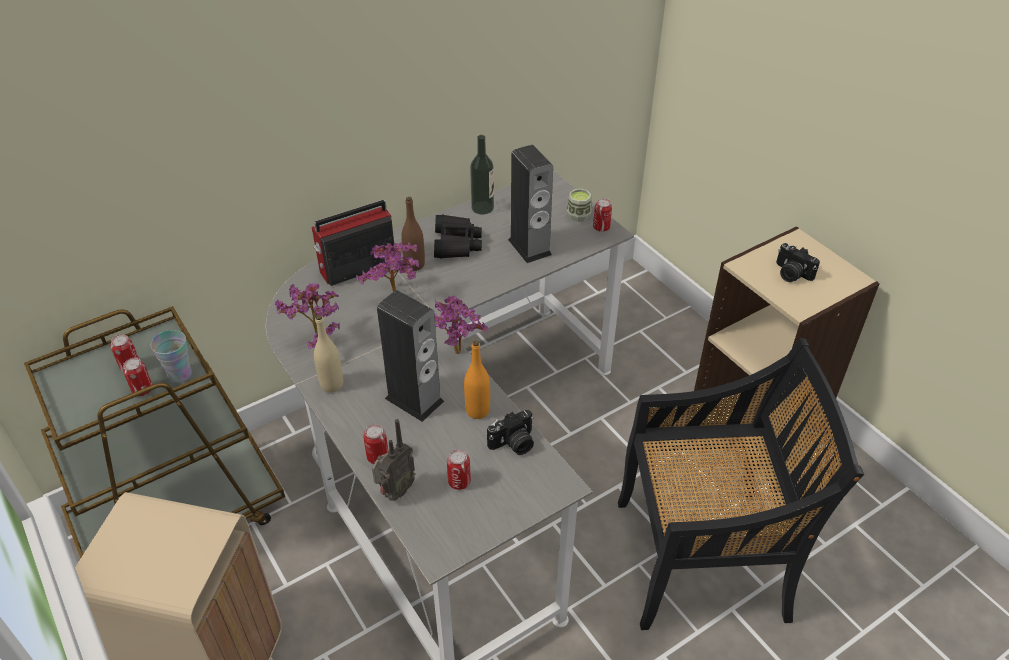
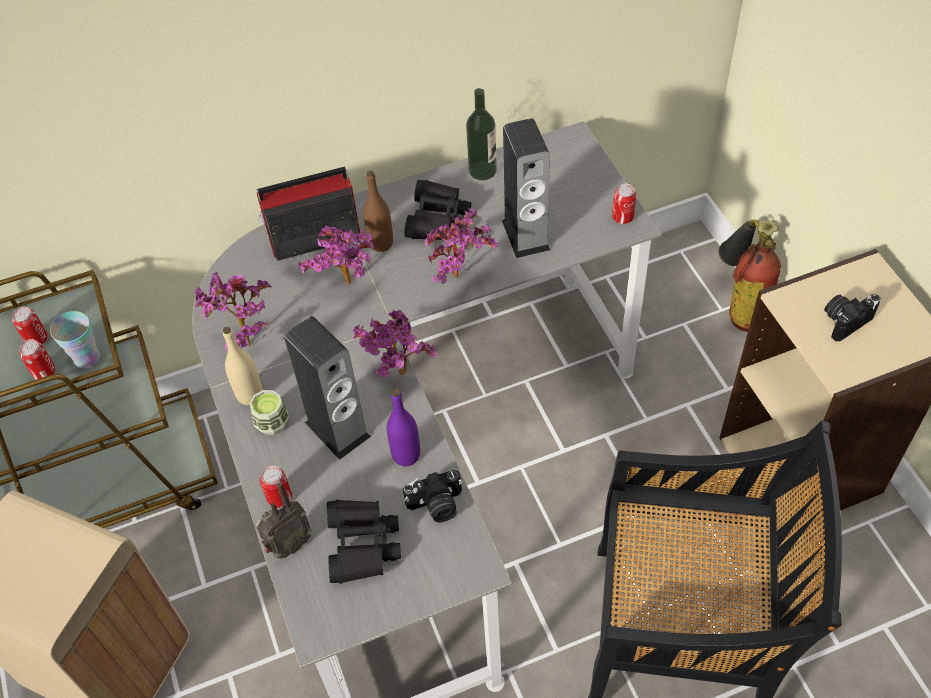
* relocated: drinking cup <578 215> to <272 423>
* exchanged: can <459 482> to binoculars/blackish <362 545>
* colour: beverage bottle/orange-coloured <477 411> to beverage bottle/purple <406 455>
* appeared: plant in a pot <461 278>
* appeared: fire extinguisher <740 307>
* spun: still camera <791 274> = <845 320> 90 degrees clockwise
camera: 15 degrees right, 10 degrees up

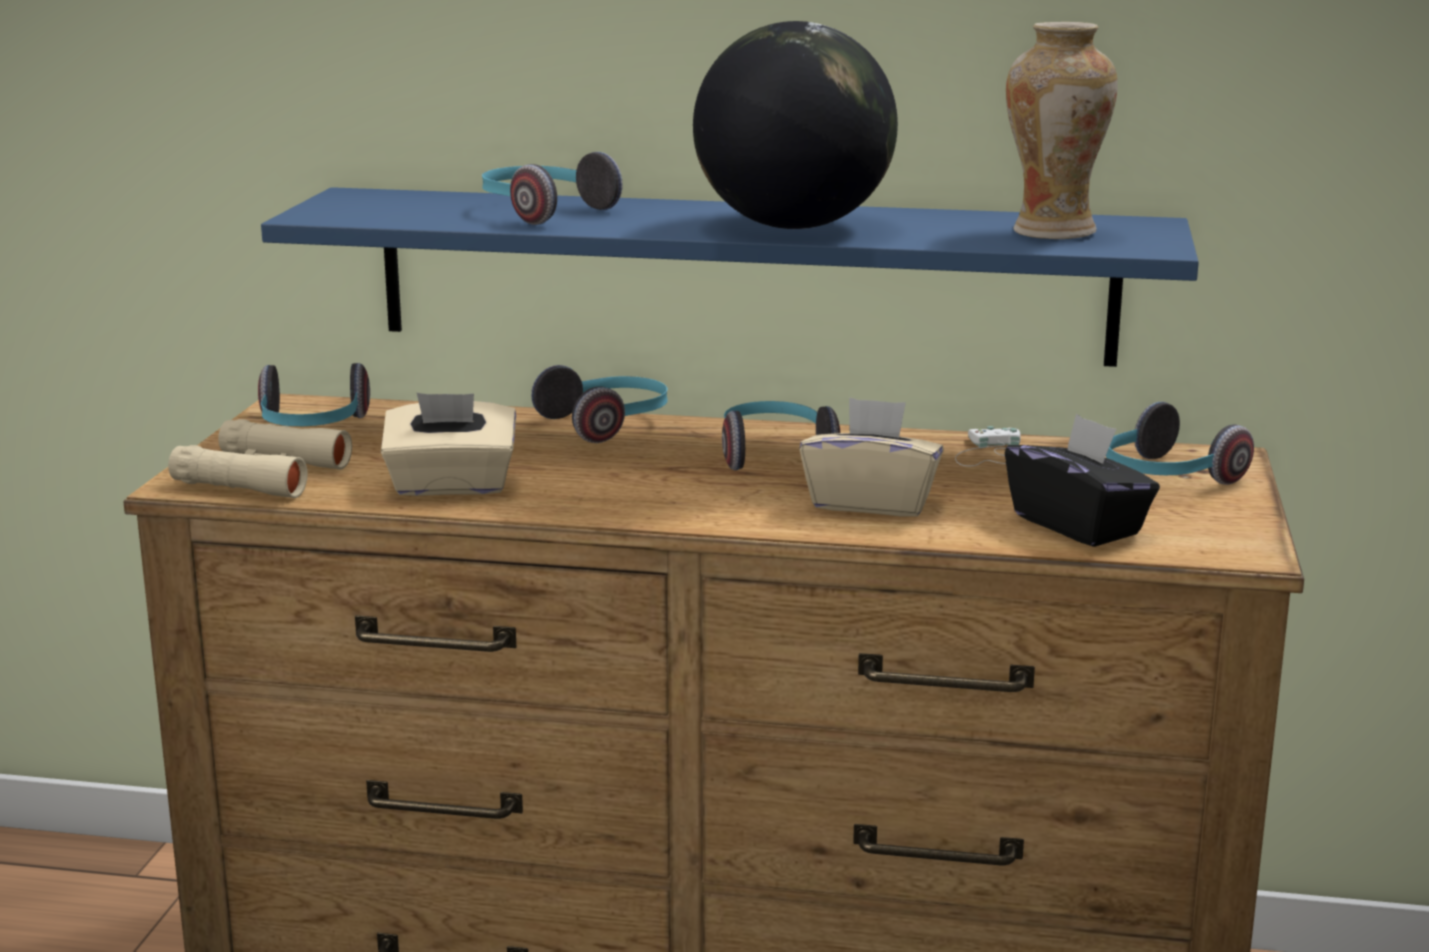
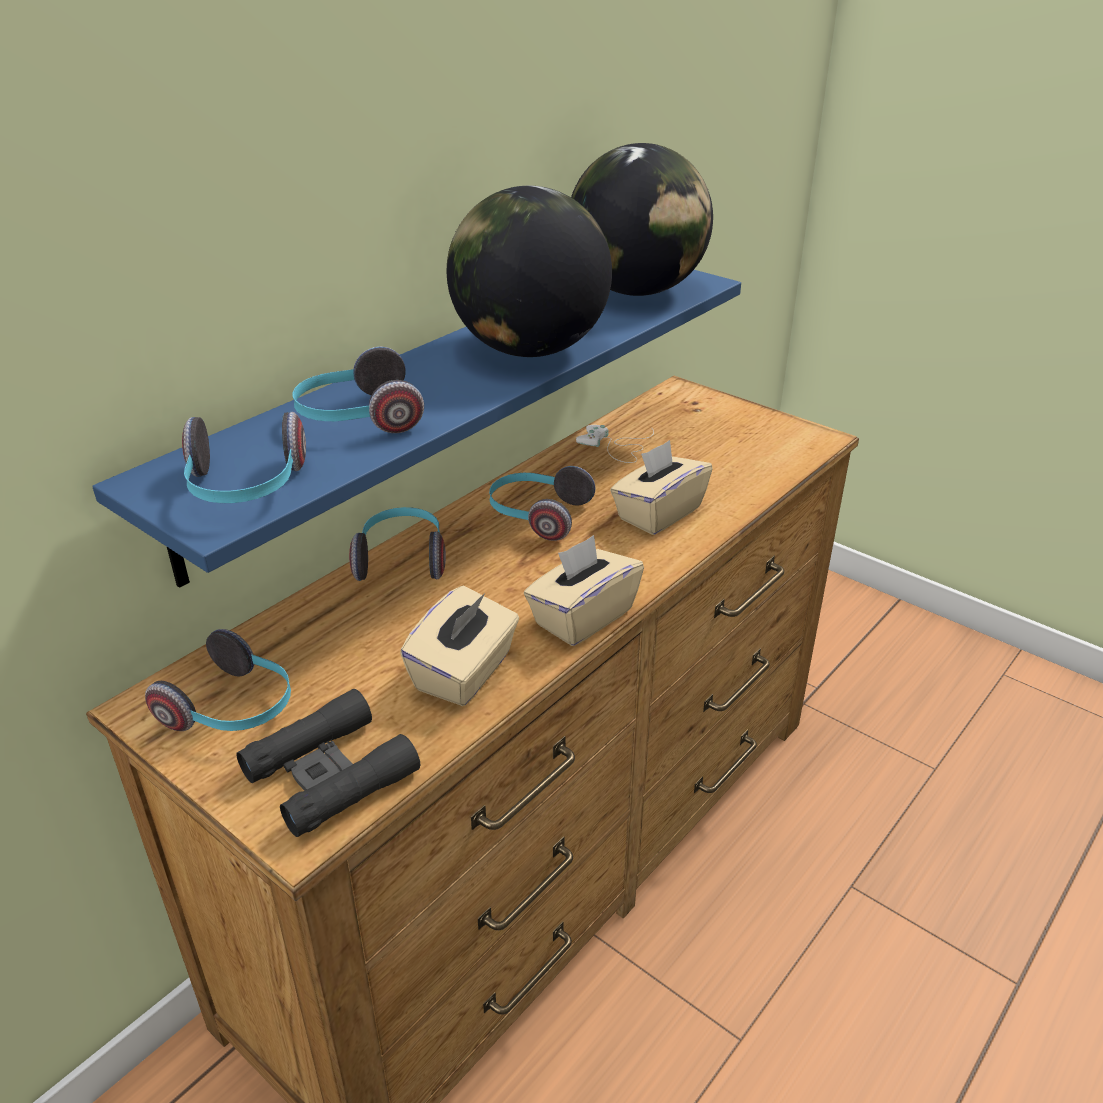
* relocated: pair of headphones <1166 478> to <245 488>
* colour: binoculars/beige <262 475> to binoculars/blackish <330 773>
* appeared: tissue box/beige <582 617>
* exchanged: decorative vase <1053 232> to globe <636 291>
* missing: tissue box/blackish <1078 525>
camera: 60 degrees left, 15 degrees up

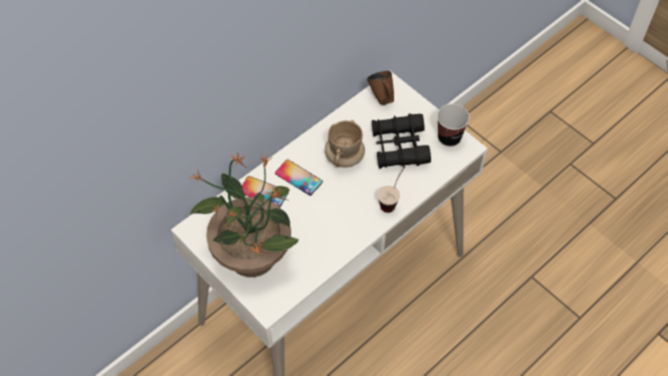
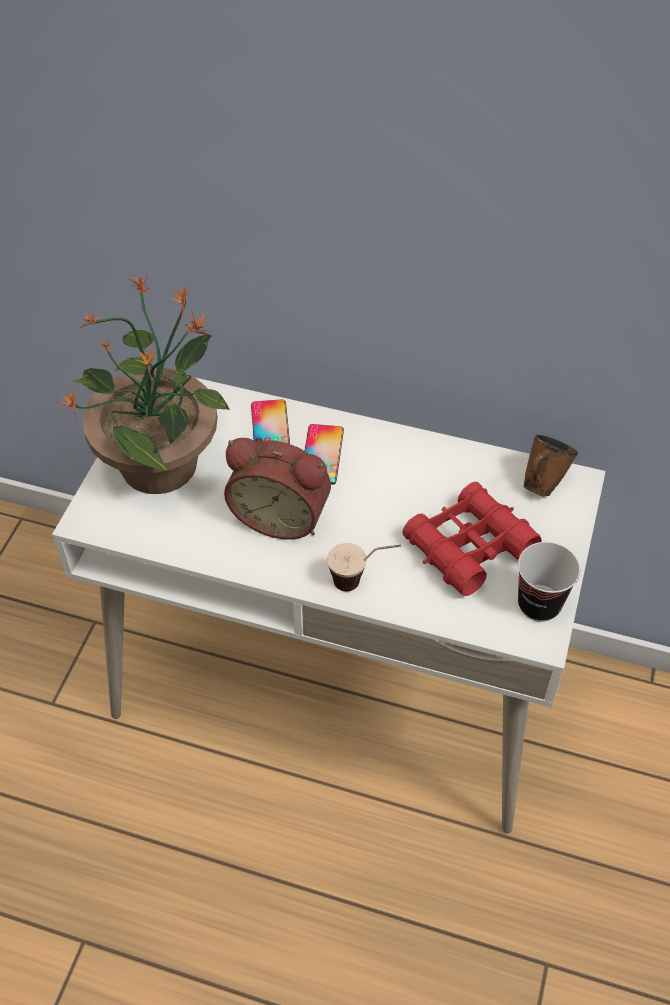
* appeared: table clock <281 515>
* colour: binoculars/blackish <399 147> to binoculars/red-coloured <468 547>
* missing: coffee mug/beige <344 157>
camera: 60 degrees right, 5 degrees down

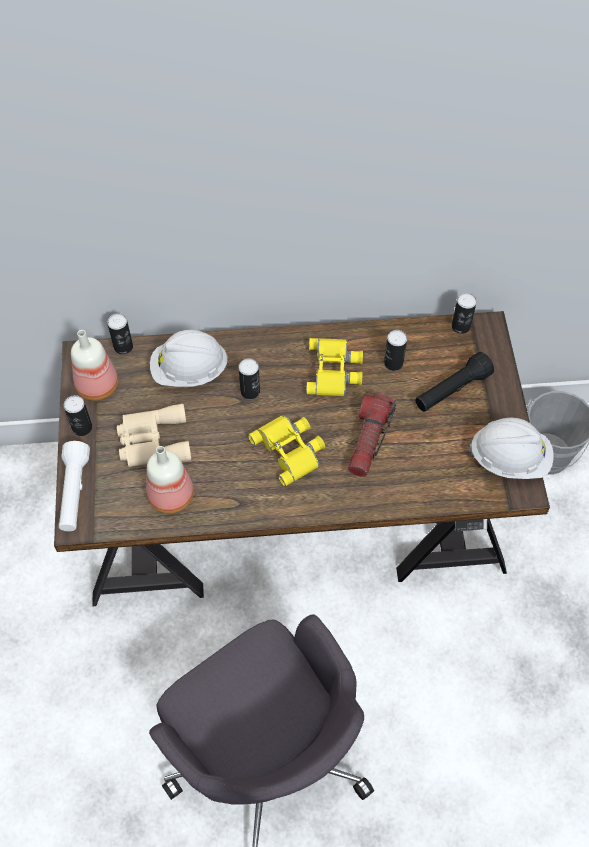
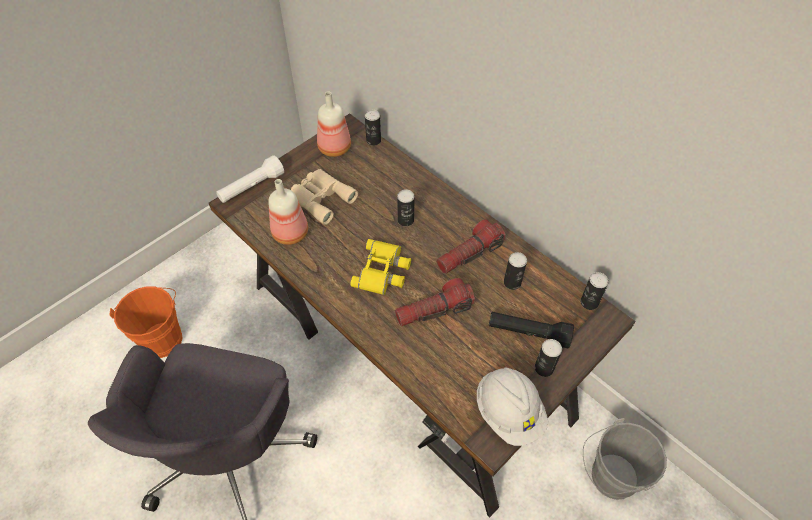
* appeared: pail/orange-coloured <163 336>
* exchanged: binoculars/yellow-coloured <335 371> to hand torch <469 254>
* relocated: can <82 427> to <544 368>
* missing: work helmet/white <189 371>
camera: 50 degrees right, 5 degrees down

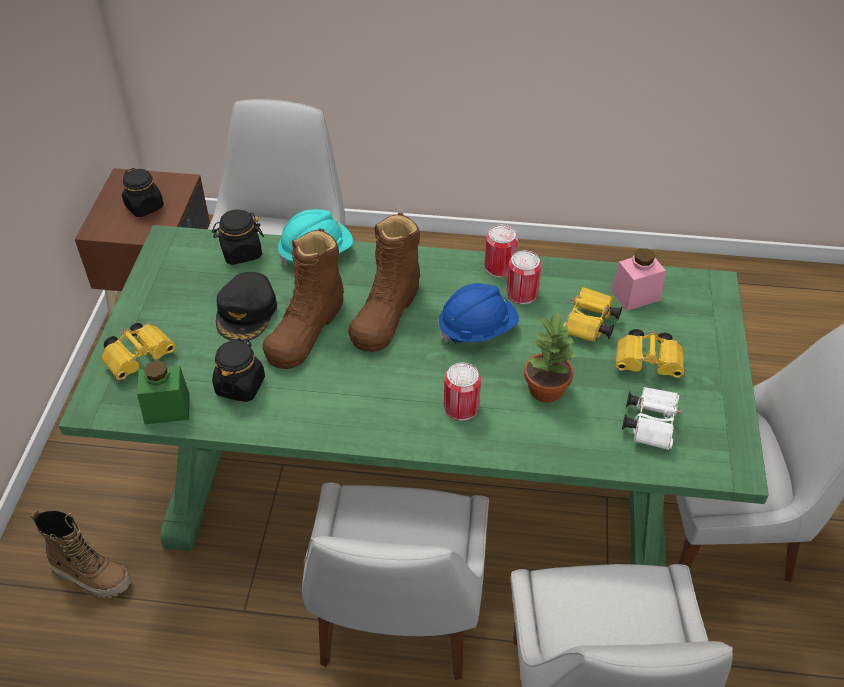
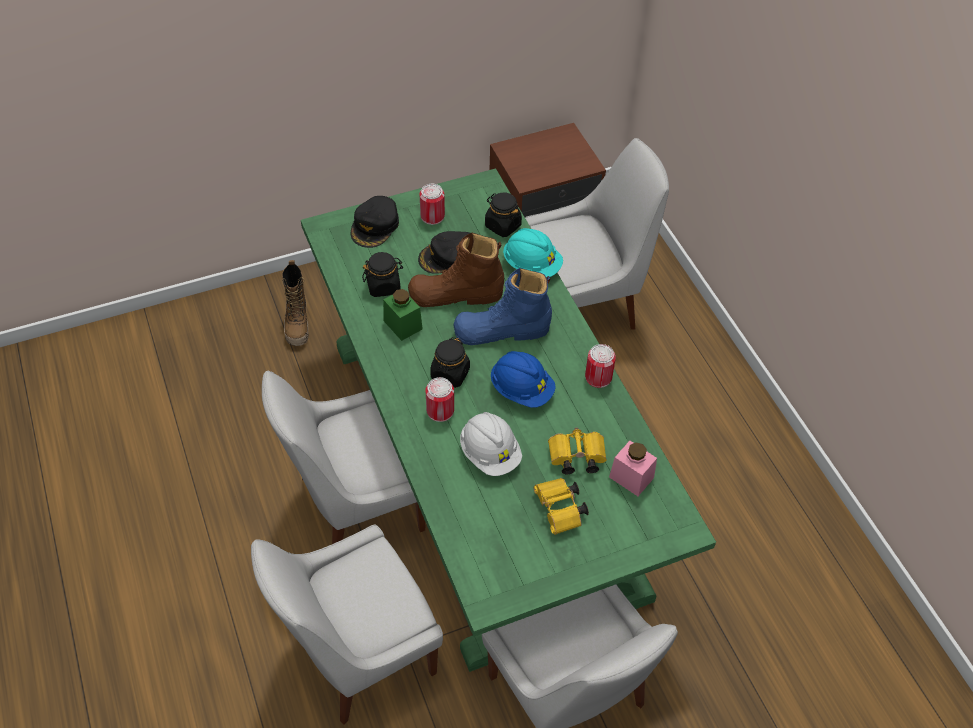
* exchanged: binoculars/yellow-coloured <140 357> to cap/blackish <375 226>
* relocated: jar/greenish <167 408> to <403 325>
* relocated: can <522 293> to <432 216>
* relocated: jar/blackish <145 206> to <450 374>
* colour: tall boot/brownish <386 312> to tall boot/blue <502 330>
* exchanged: plant in a pot <545 388> to work helmet/white <490 453>
* missing: binoculars/white <650 423>
camera: 60 degrees right, 5 degrees up

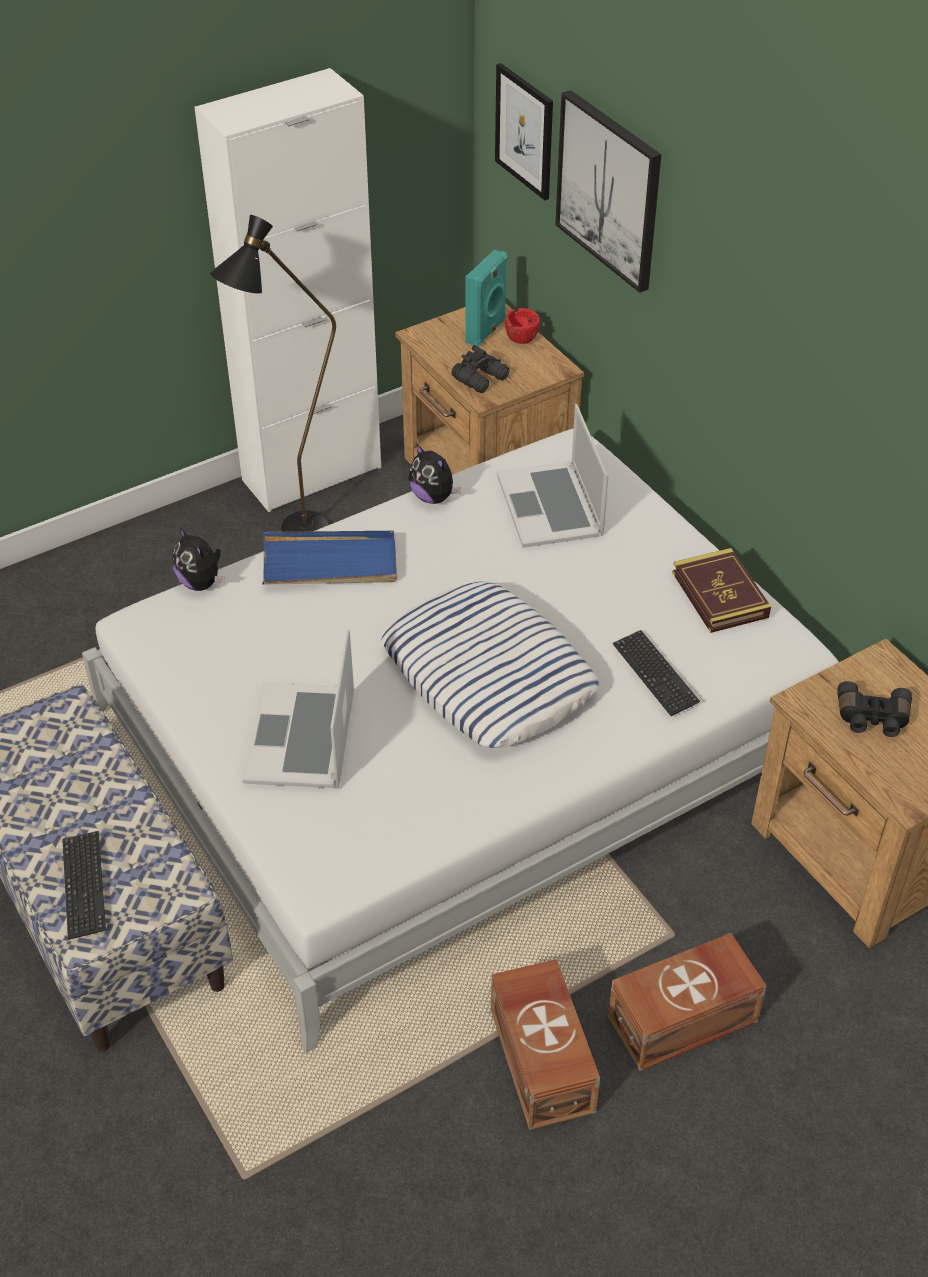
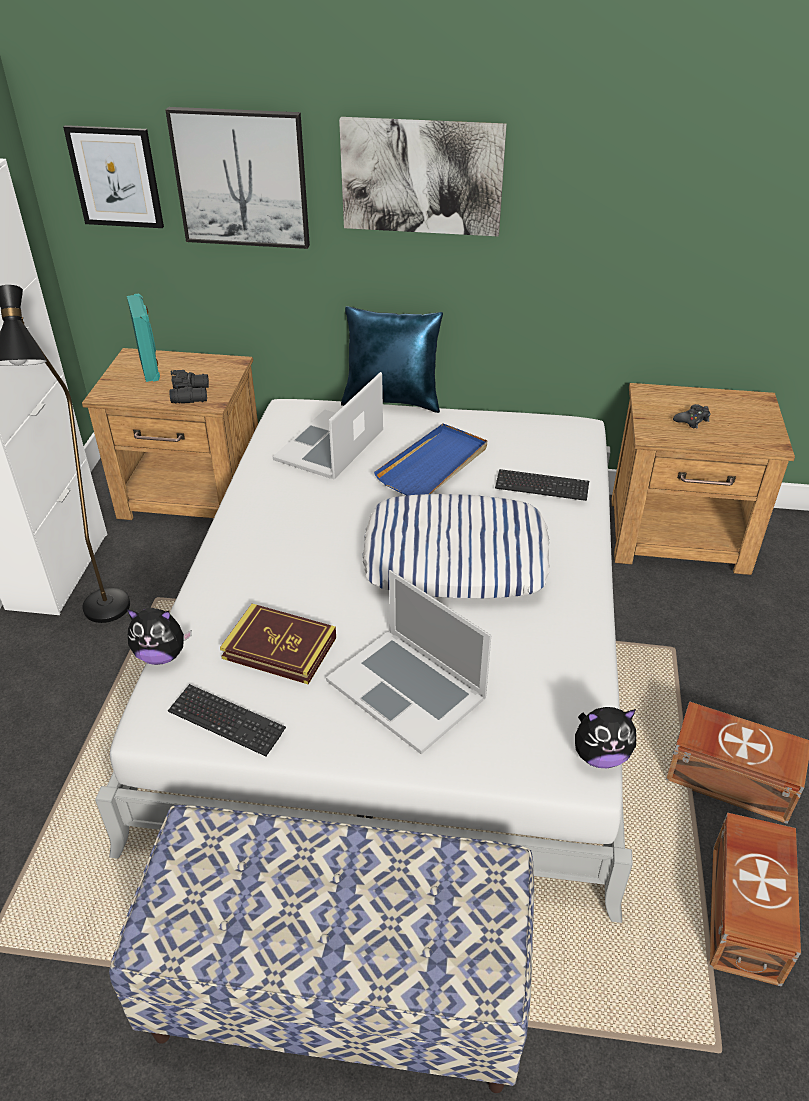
* relocated: computer keyboard <84 886> to <226 721>
* relocated: bound book <720 595> to <279 648>
* spun: portable computer <550 504> = <330 445> 90 degrees clockwise
* appeared: wall picture <422 176>
* appeared: cushion/blue <393 400>
* relocated: serving tray/blue <330 563> to <434 465>
* relocated: cuddly toy <433 497> to <600 755>
* exchanged: binoculars/blackish <872 719> to joypad/blackish <692 420>
* relocated: storage bin/brownish <685 1020> to <747 912>
* missing: bowl/red-coloured <521 338>
camera: 50 degrees left, 5 degrees down

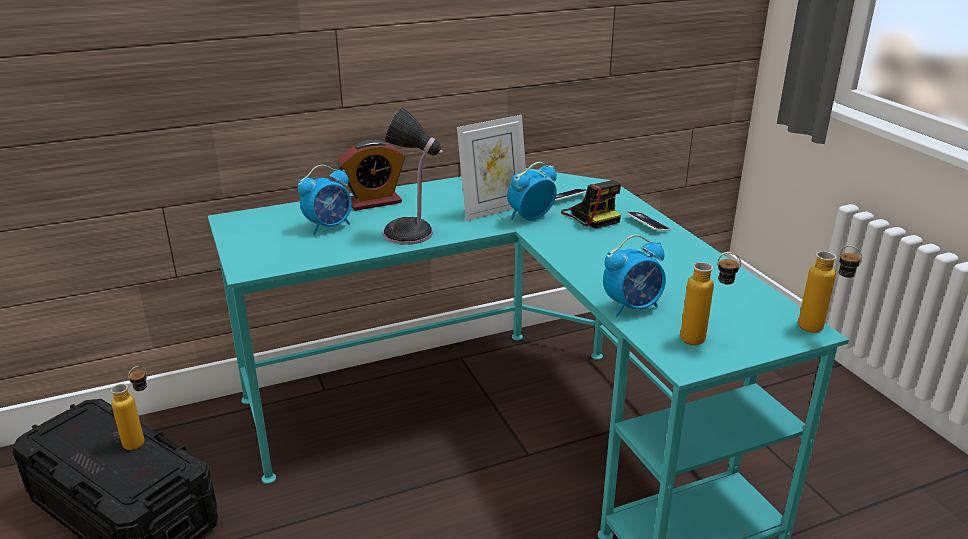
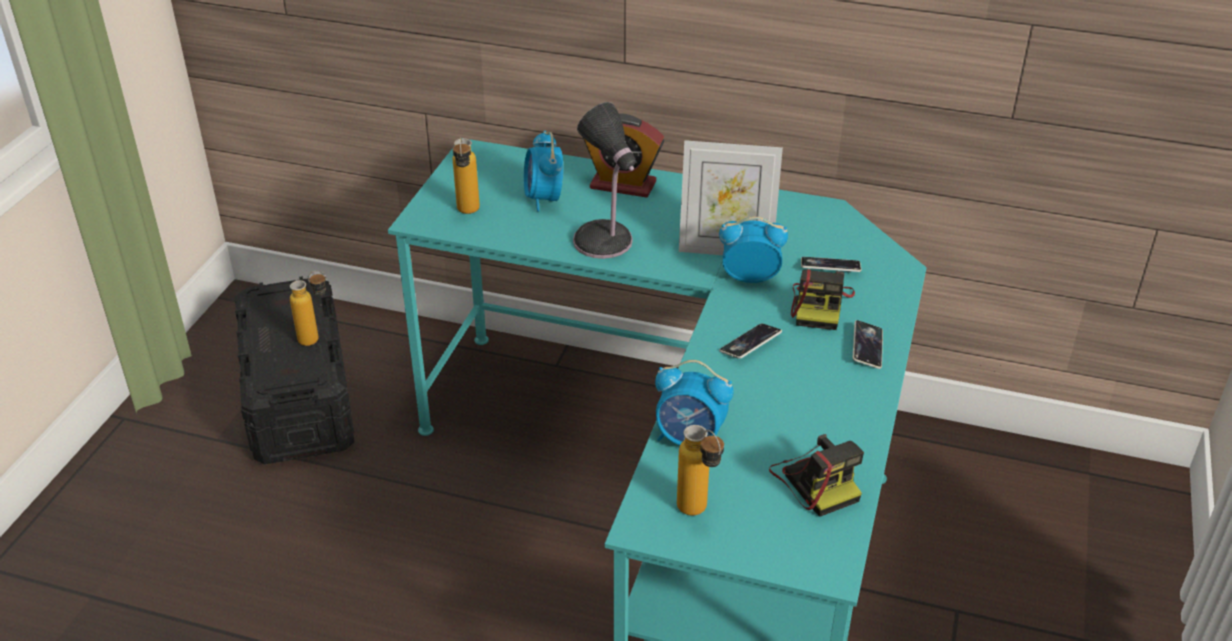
* relocated: beverage bottle <820 331> to <468 214>
* spun: table clock <329 226> = <544 199> 75 degrees clockwise
* appeared: phone <750 344>
* appeared: still camera <815 481>
camera: 40 degrees right, 10 degrees up

